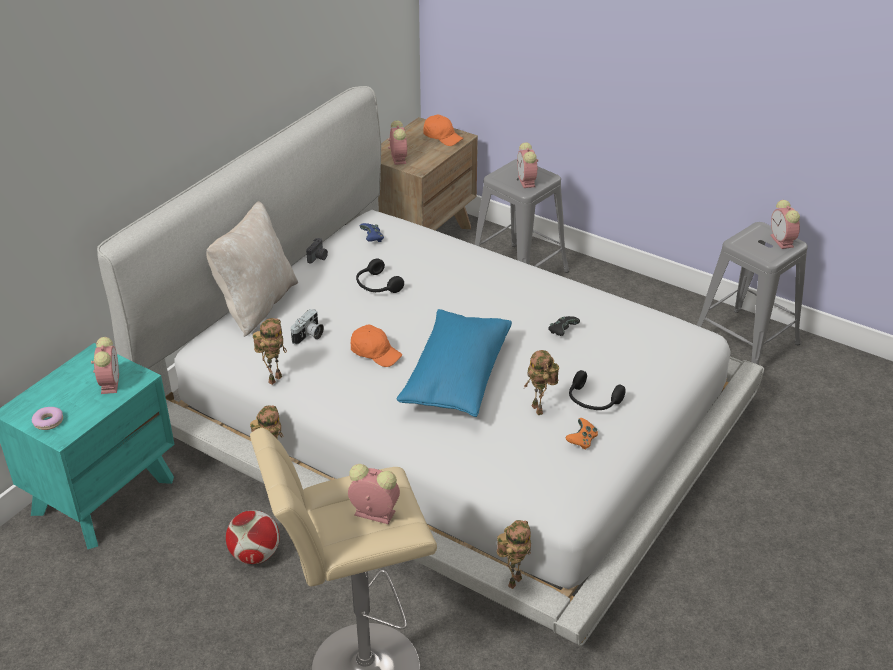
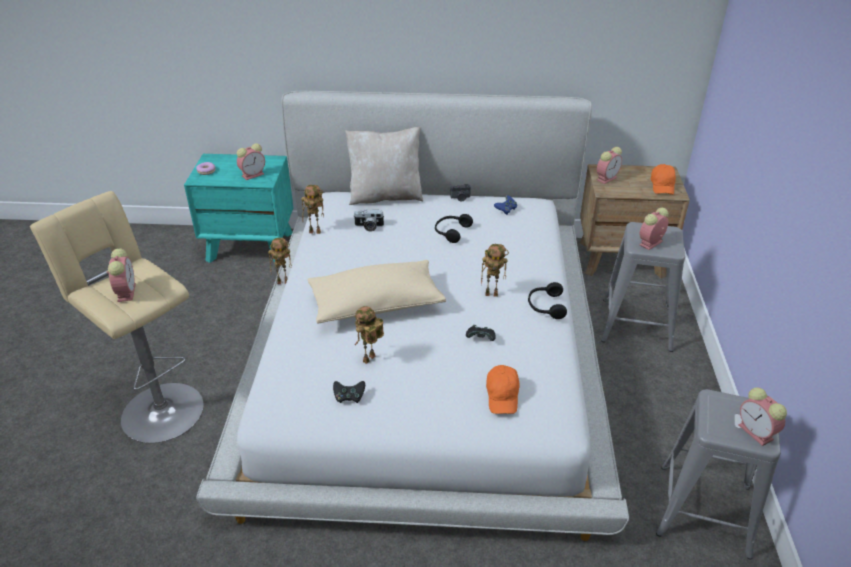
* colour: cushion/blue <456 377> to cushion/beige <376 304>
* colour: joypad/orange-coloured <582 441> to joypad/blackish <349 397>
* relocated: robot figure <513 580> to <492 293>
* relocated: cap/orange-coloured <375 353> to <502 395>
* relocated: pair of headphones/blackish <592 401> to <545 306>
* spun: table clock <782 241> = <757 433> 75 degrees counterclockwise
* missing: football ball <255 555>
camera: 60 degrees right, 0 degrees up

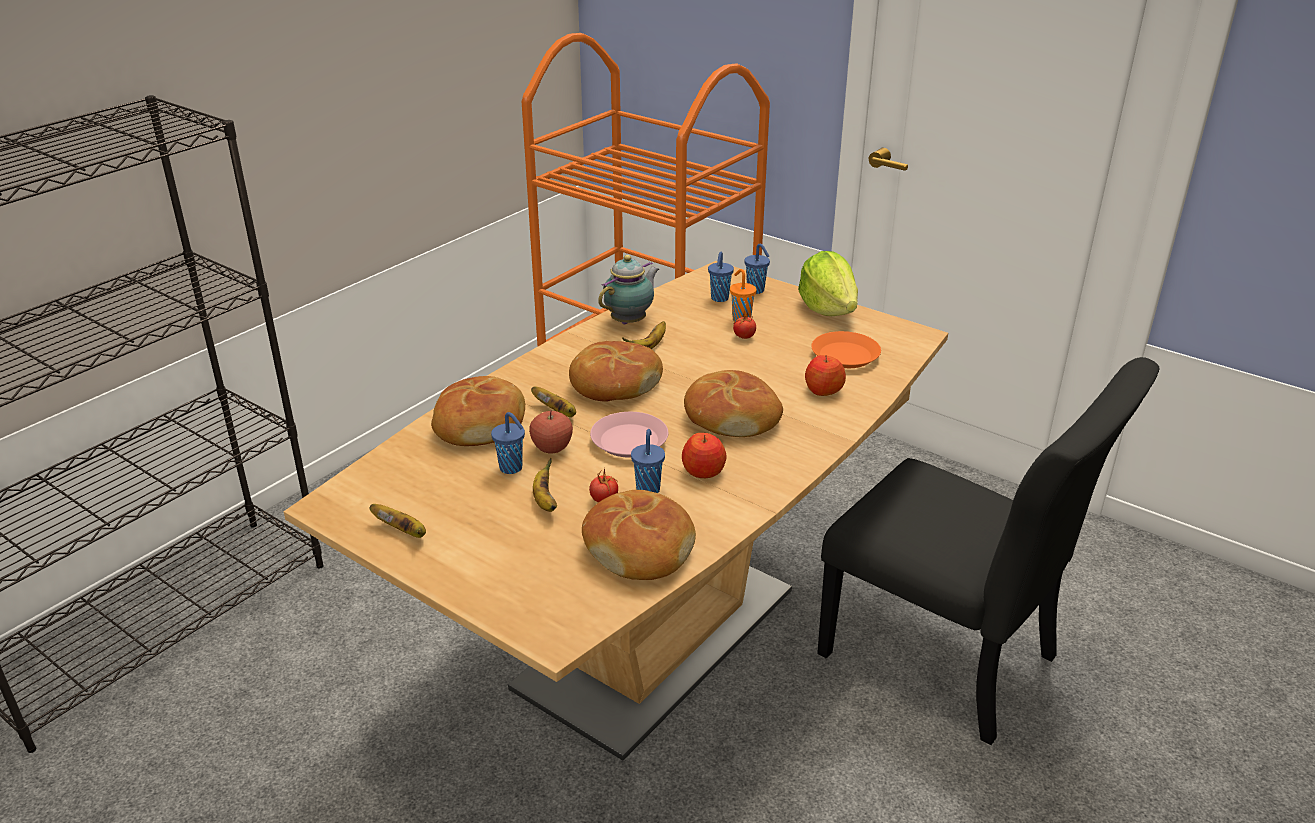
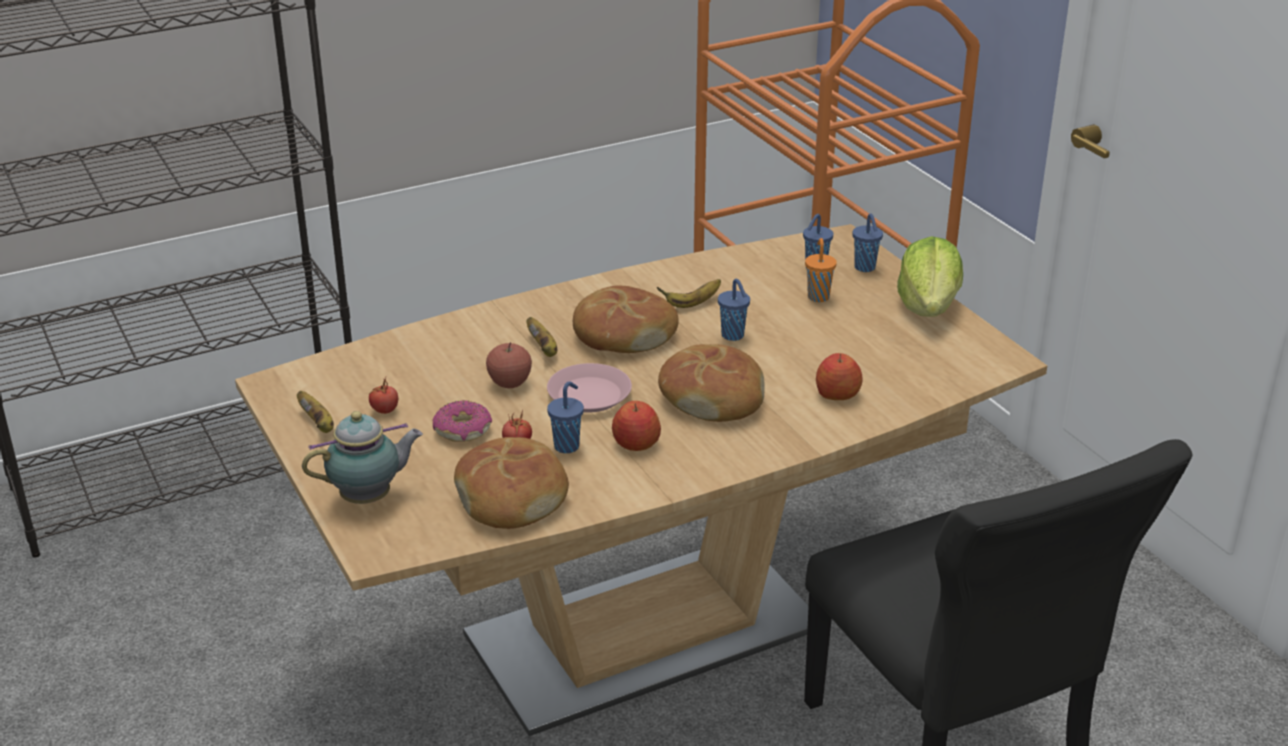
* relocated: tea pot <630 321> to <369 498>
* relocated: whole tomato <744 337> to <384 410>
* exchanged: banana <545 500> to doughnut <463 430>
* relocated: drinking cup/blue <512 468> to <733 336>
* missing: bakery bread <481 424>
* missing: flat dish/orange-coloured <844 355>
camera: 25 degrees right, 0 degrees up

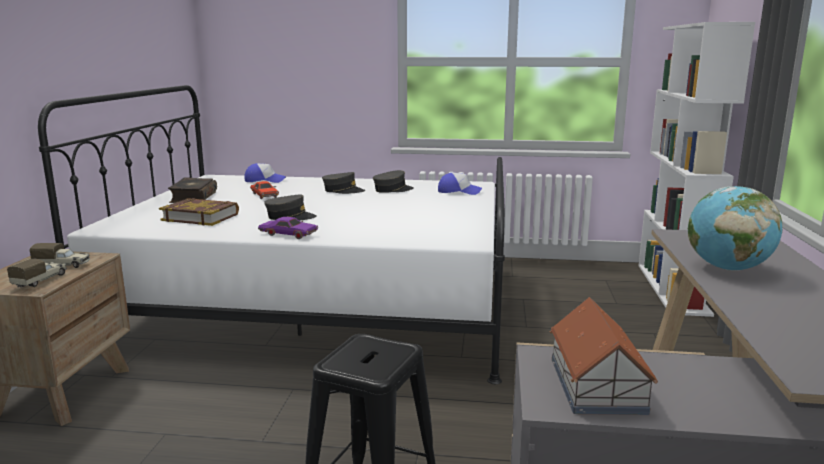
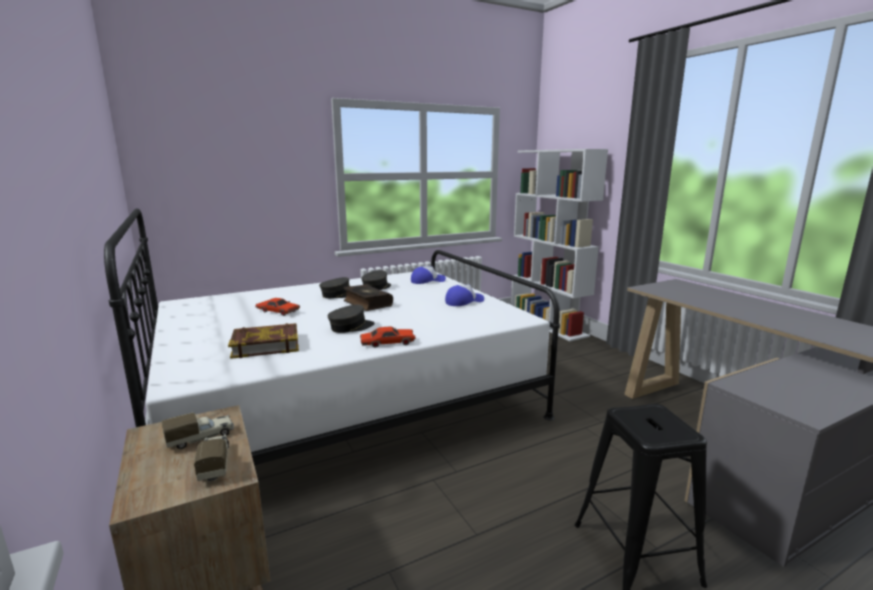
* relocated: bound book <193 198> to <367 303>
* colour: toy car/purple <288 234> to toy car/red-coloured <387 343>
* relocated: cap <264 180> to <464 301>
* missing: miniature house <596 385>
* missing: globe <727 268>
camera: 35 degrees left, 0 degrees up

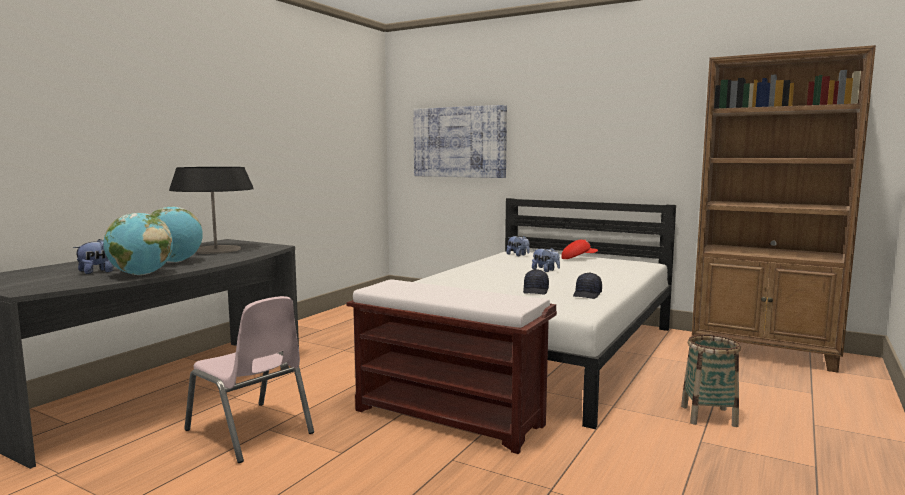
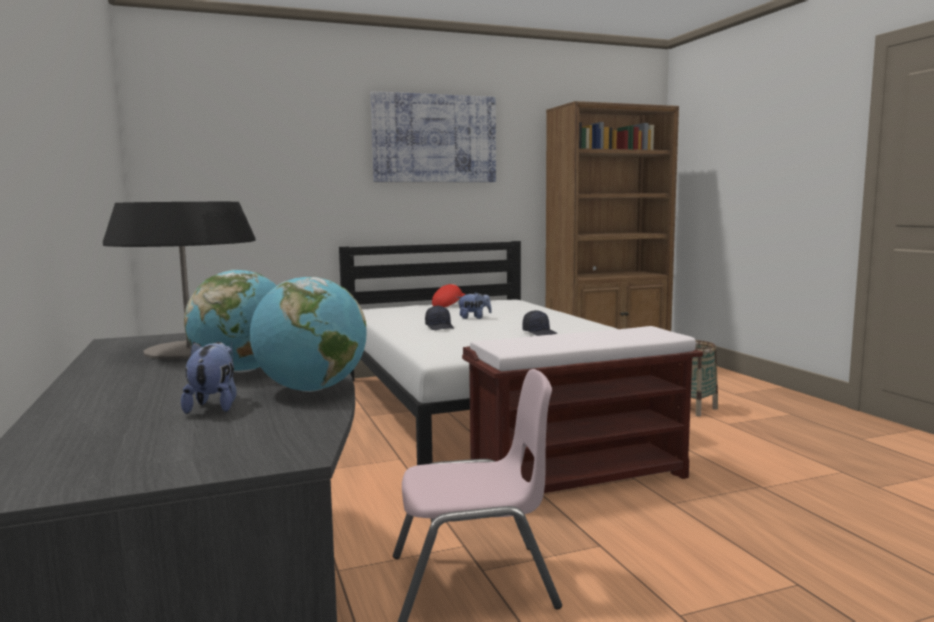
* relocated: wall picture <460 142> to <434 139>
* relocated: cap/blackish <587 294> to <440 327>
* missing: cuddly toy <518 255>
camera: 50 degrees left, 0 degrees up

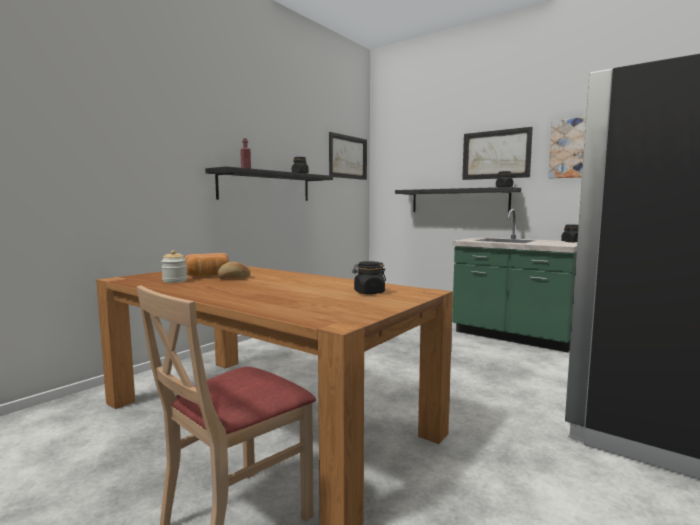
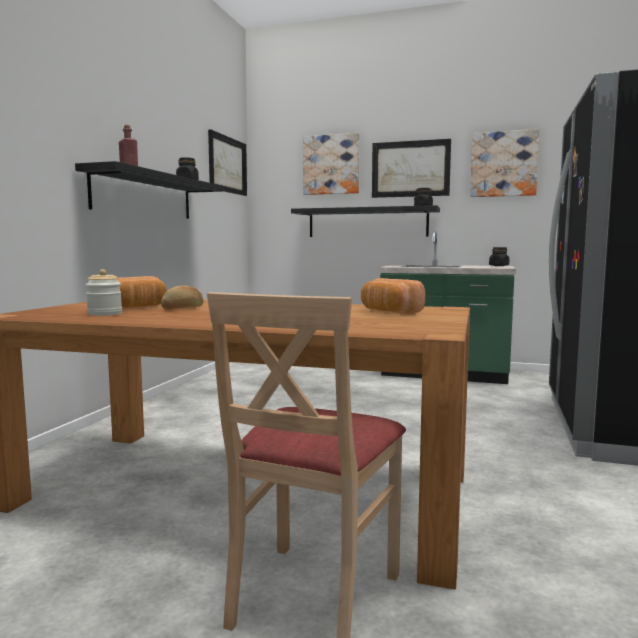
* appeared: wall picture <331 165>
* exchanged: jar/blackish <369 292> to bakery bread <388 312>
camera: 20 degrees left, 0 degrees up

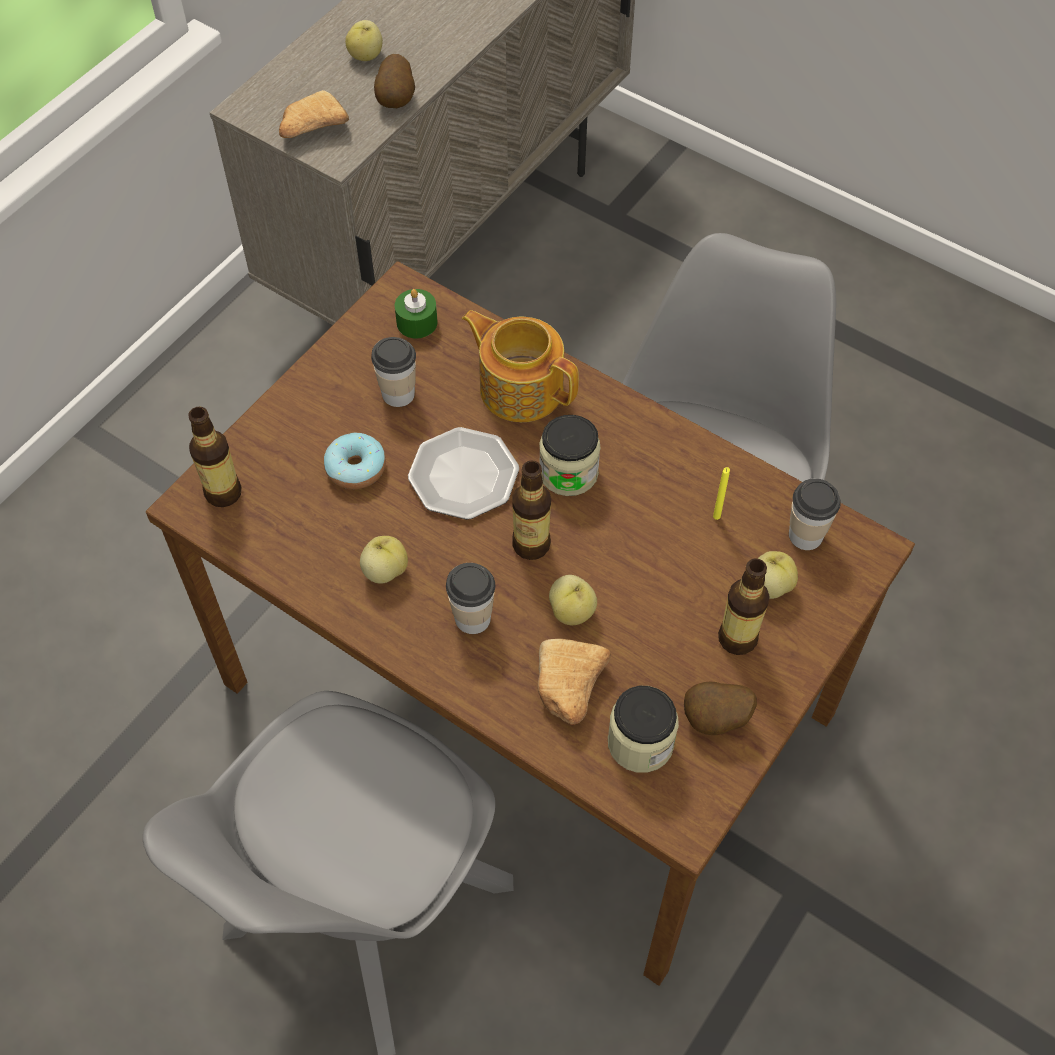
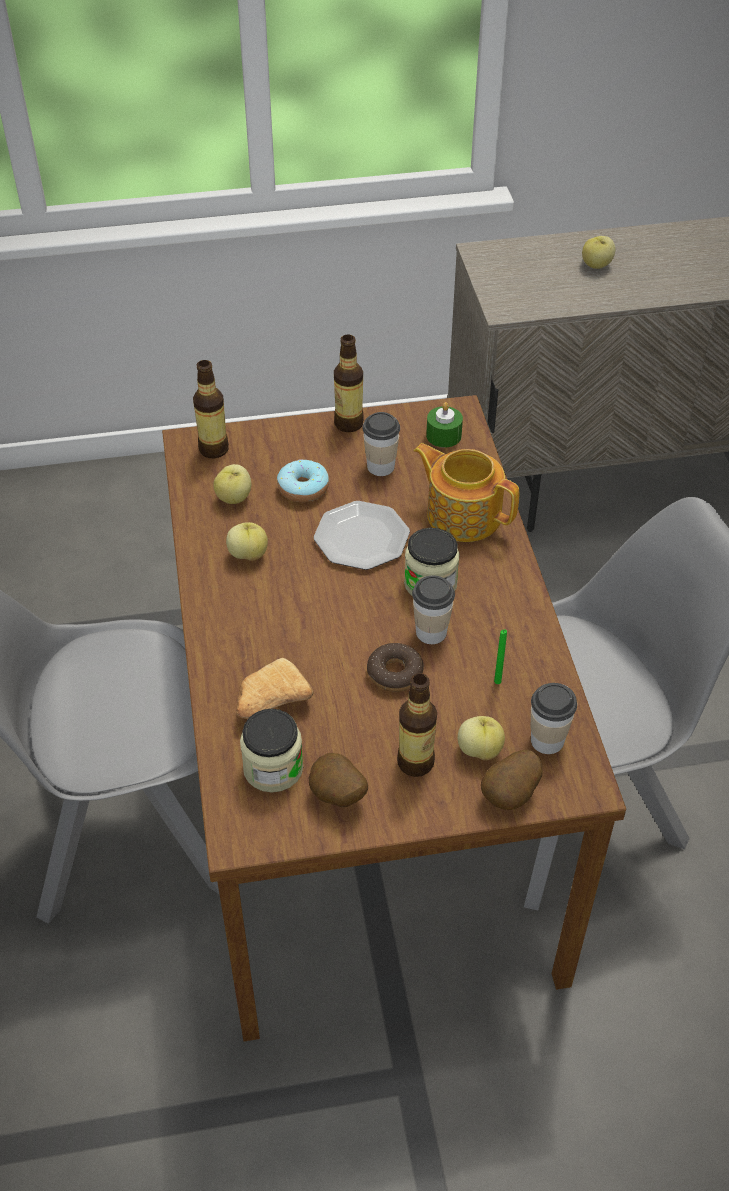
* relocated: apple fruit <572 611> to <234 498>
* relocated: beverage bottle <531 545> to <348 423>
* appeared: doughnut <395 673>
* relocated: drinking cup <472 618> to <431 632>
* spun: tea pot <520 387> = <463 514> 45 degrees counterclockwise
* relocated: potato <397 100> to <511 796>
* colour: candle/yellow-coloured <716 516> to candle/greenish <497 681>
* missing: bakery bread <310 129>
camera: 45 degrees right, 10 degrees down

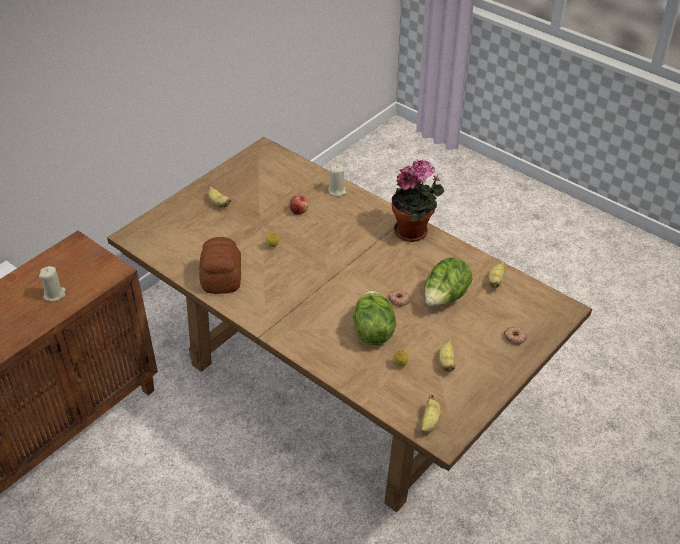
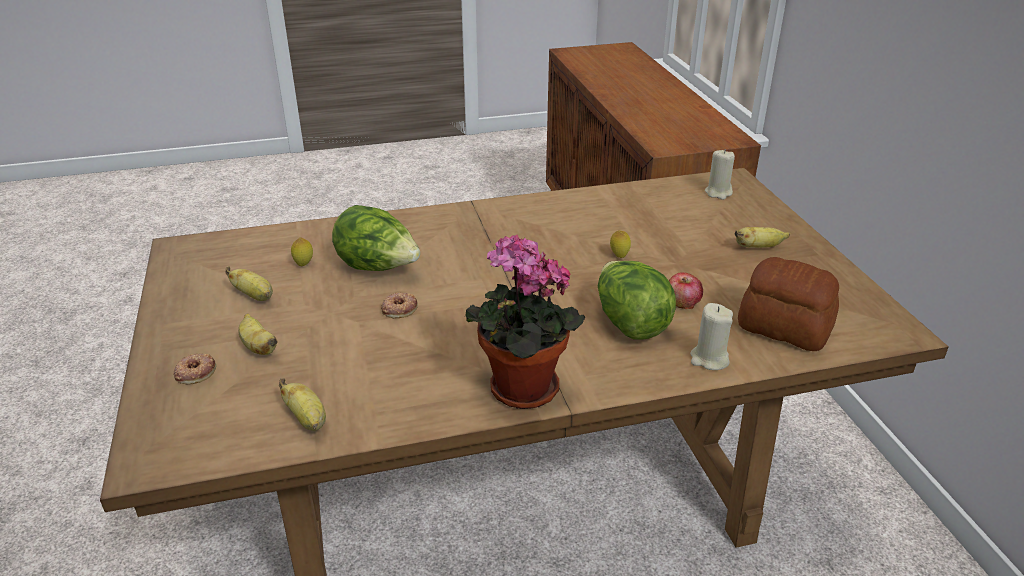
* relocated: banana <429 422> to <258 347>
* relocated: head of lettuce <445 298> to <629 323>
* relocated: candle/beige <54 294> to <718 193>
* relocated: bakery bread <222 277> to <785 328>
camera: 125 degrees right, 10 degrees down

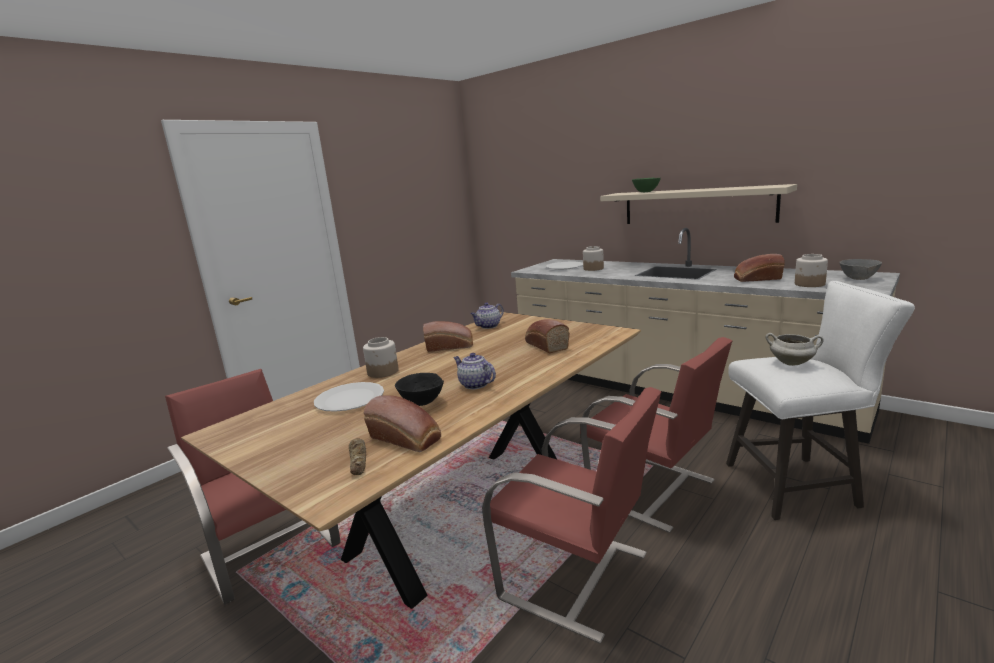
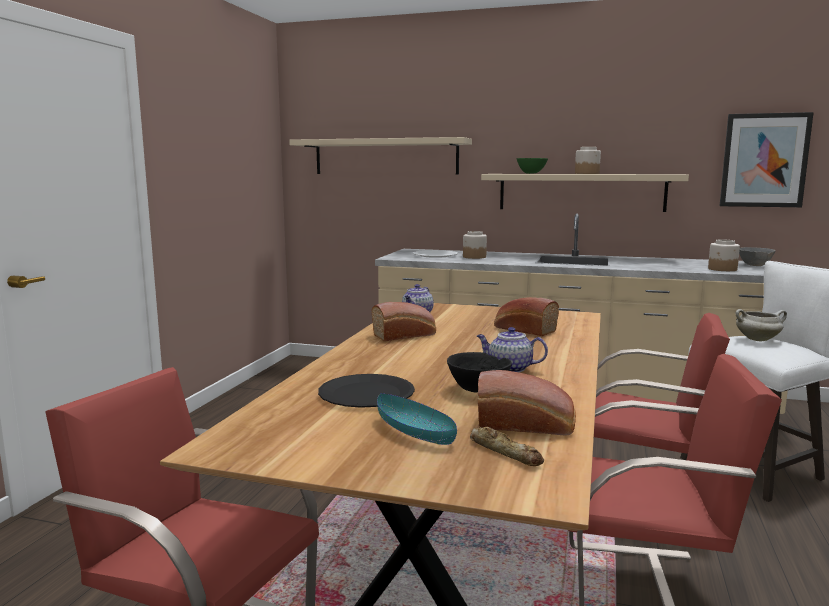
* appeared: wall shelf/beige <385 157>
* colour: flat dish/white <349 399> to flat dish/blackish <366 394>
* appeared: bowl/blue-green <415 432>
* relocated: jar <383 372> to <587 173>
* appeared: wall picture <764 160>
* missing: bakery bread <756 279>
camera: 25 degrees left, 5 degrees down

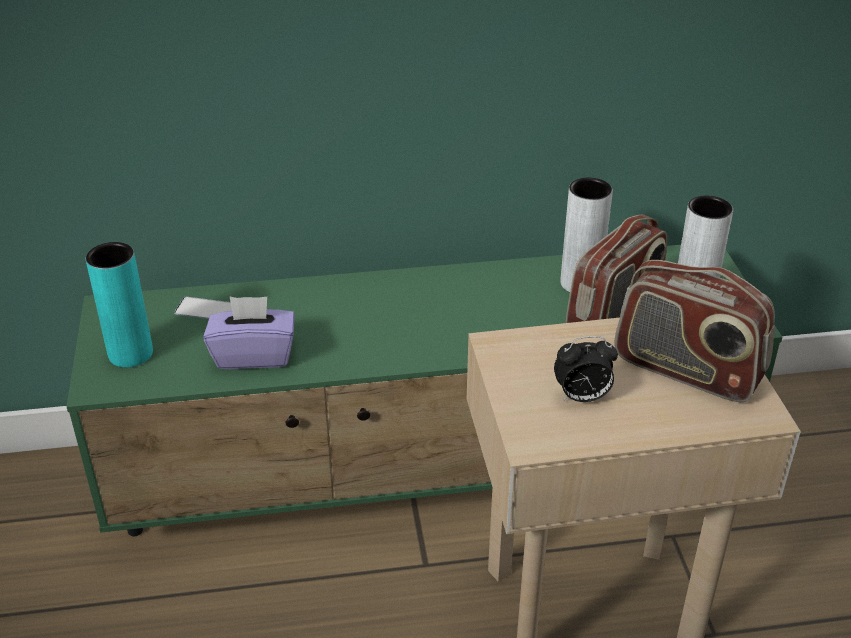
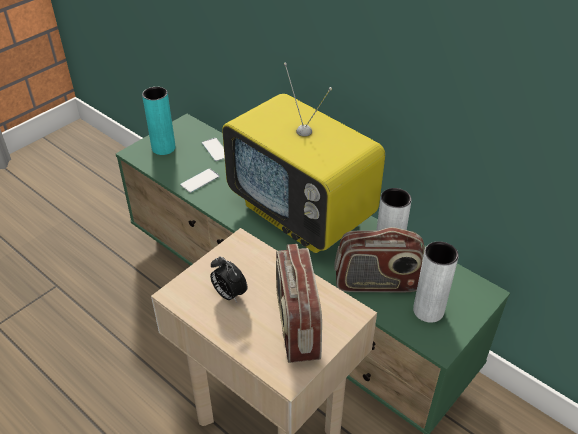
* exchanged: tissue box/purple <254 355> to phone <200 180>
* appeared: TV <303 214>
camera: 50 degrees right, 5 degrees up

